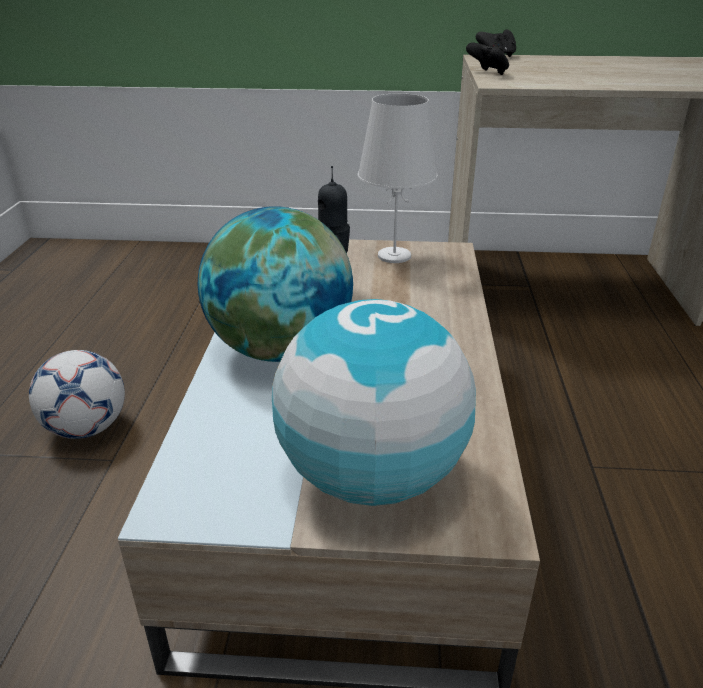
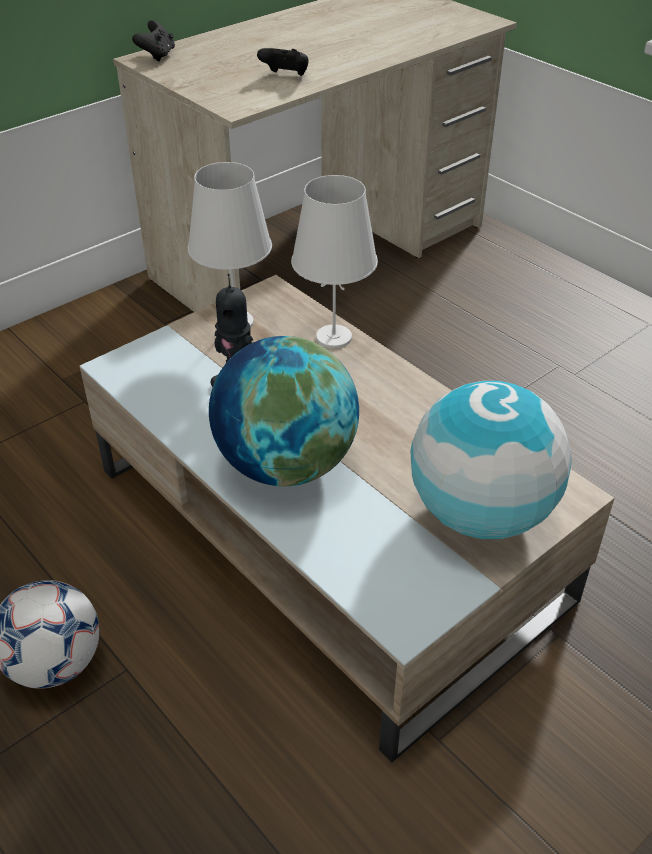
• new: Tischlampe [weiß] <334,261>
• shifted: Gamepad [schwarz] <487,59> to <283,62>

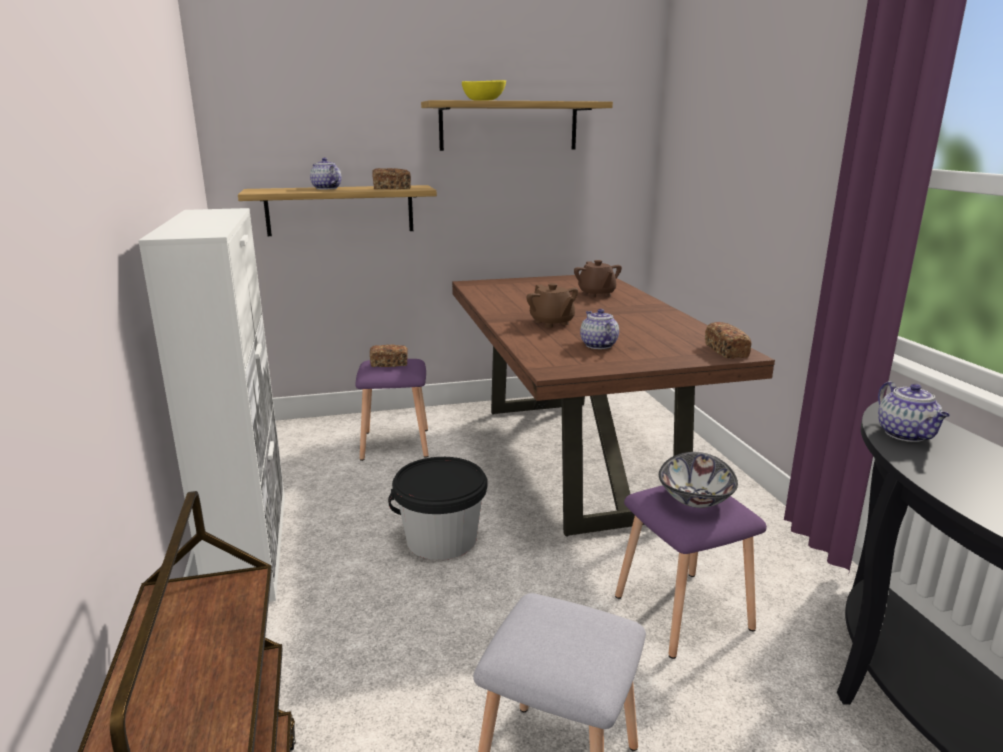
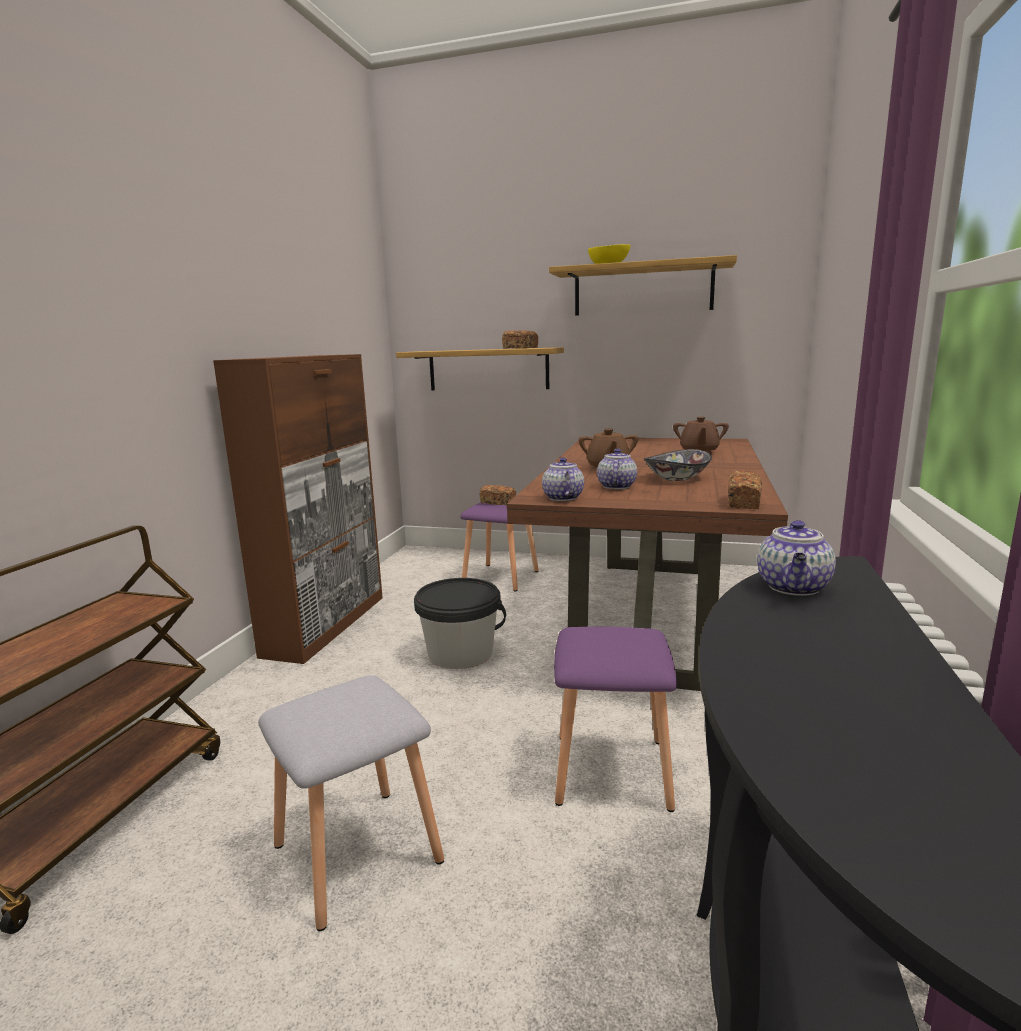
• shifted: Teekanne <326,174> to <563,479>
• shifted: Schüssel <698,480> to <678,465>
• repainted: Schrank [weiß] <211,405> to Schrank [braun] <298,509>

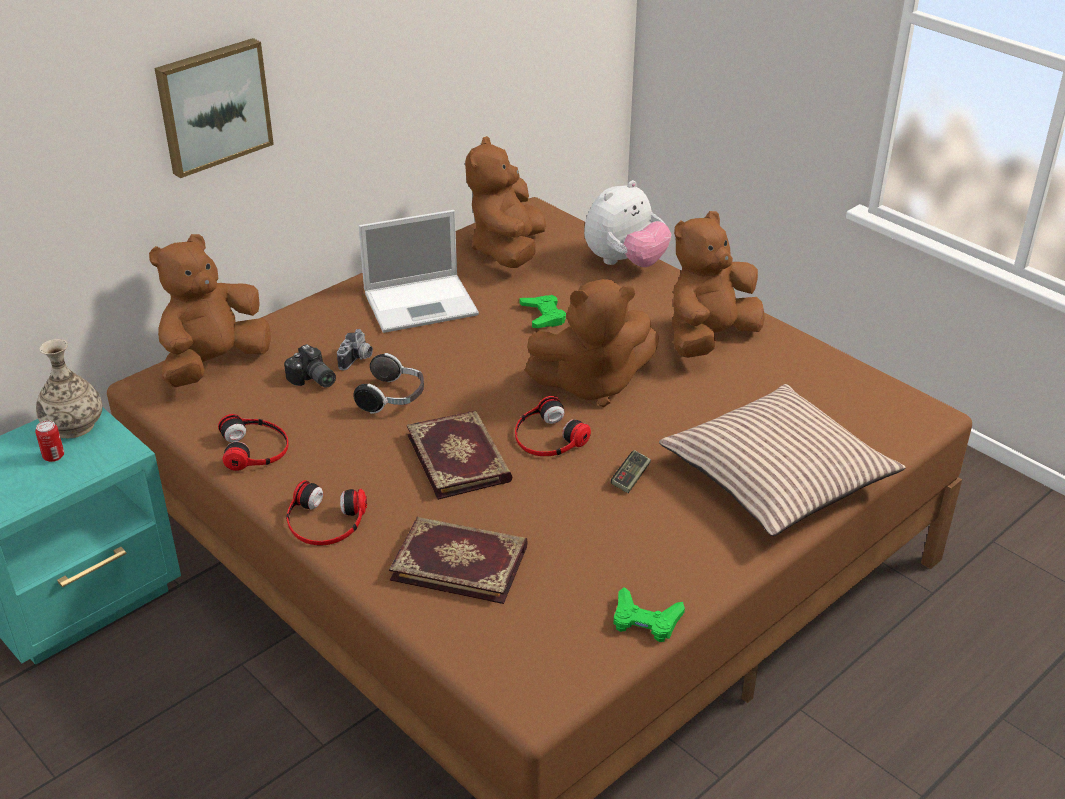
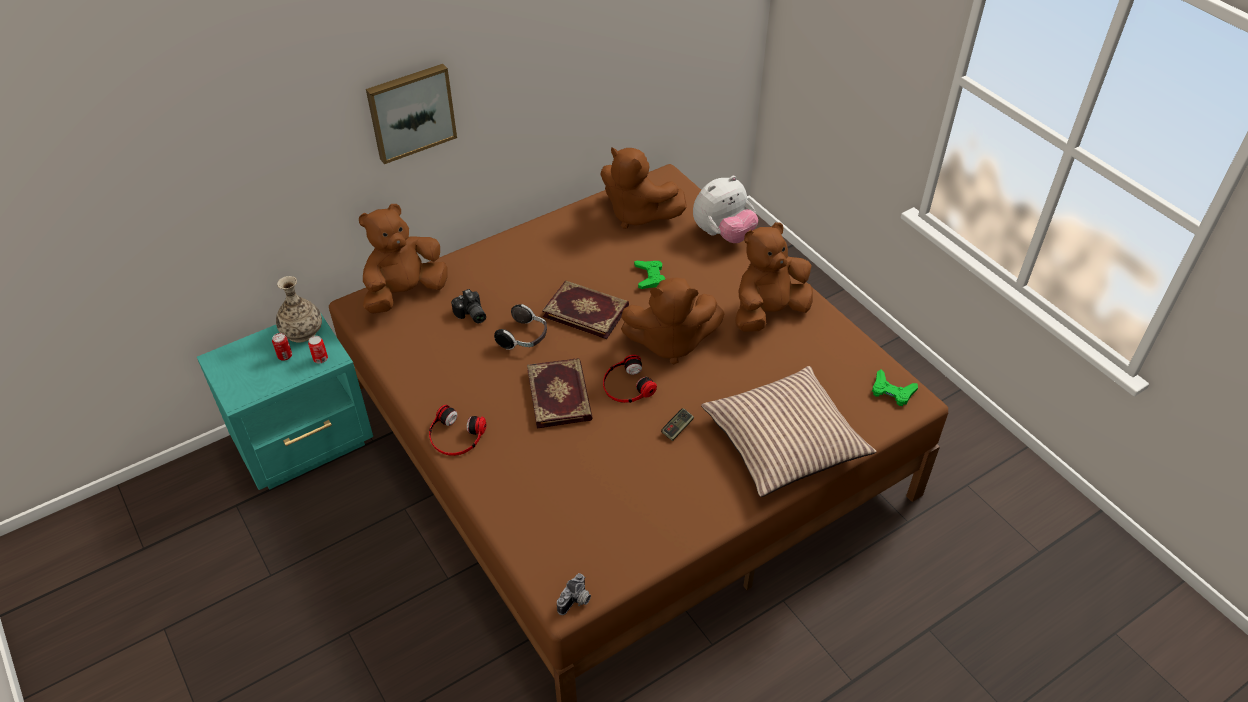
• gone: Kopfhörer <253,442>
• gone: Laptop <419,271>
• new: Dose <318,349>
• shifted: Kamera <355,349> to <574,594>
• shifted: Buch <458,560> to <585,309>
• shifted: Gamepad [grün] <649,614> to <895,388>
• rotated: Plüschtier [braun] <505,202> = <643,188> 75 degrees counterclockwise

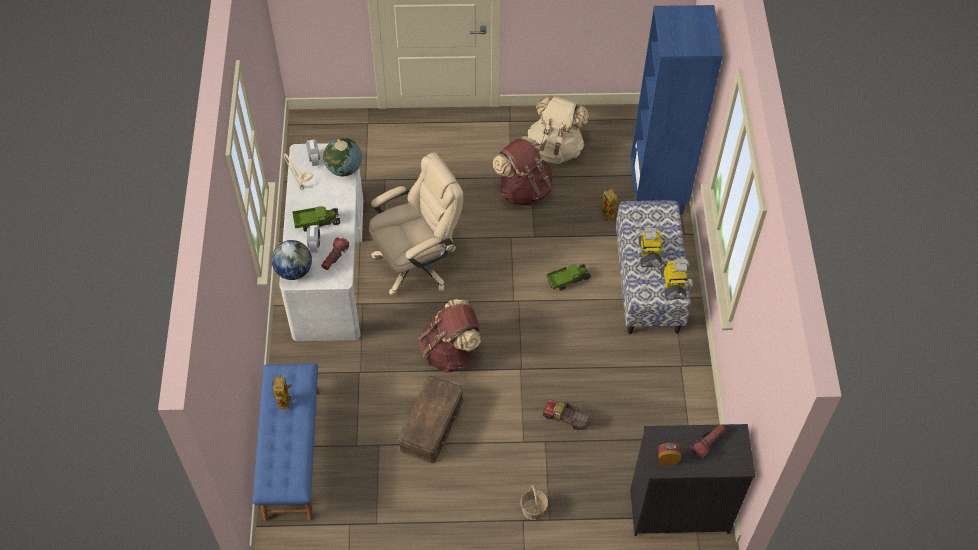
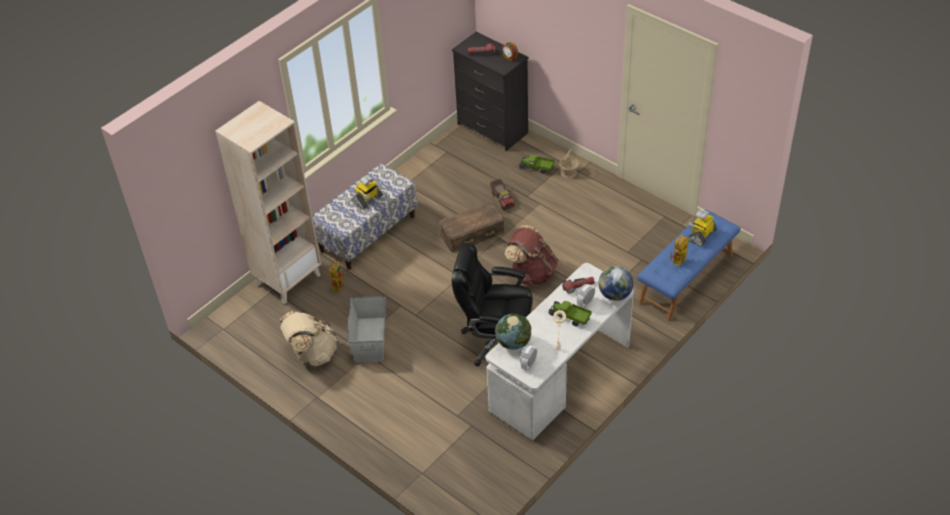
• shifted: Aufbewahrungsbox [braun] <430,419> to <472,227>
• shifted: Spielzeuglaster <568,277> to <536,164>
• shifted: Spielzeugroboter <676,279> to <702,227>
• swapped: Rucksack [braun] <522,171> to Aufbewahrungsbox [grau] <367,329>
• repainted: Bürostuhl [beige] <416,224> to Bürostuhl [schwarz] <492,304>
• repainted: Bücherregal [blau] <676,110> to Bücherregal [beige] <268,202>

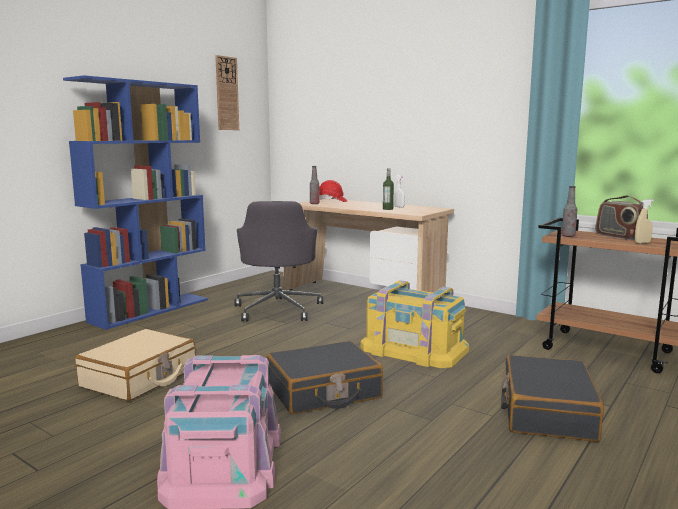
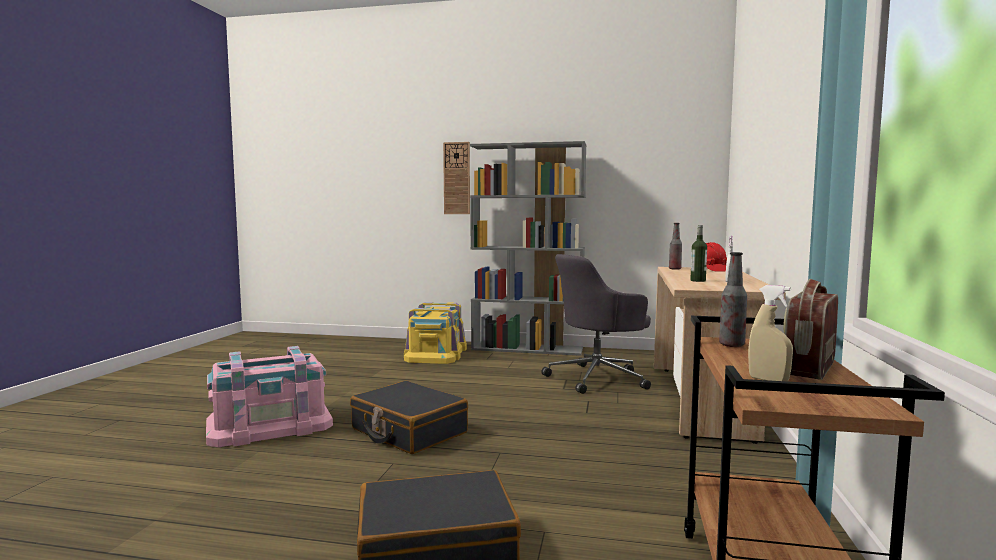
• gone: Koffer [beige] <135,365>
• shifted: Wanduhr <227,92> to <456,178>
• shifted: Aufbewahrungsbox [gelb] <414,324> to <435,333>
• repainted: Bücherregal [blau] <135,202> to Bücherregal [grau] <528,248>

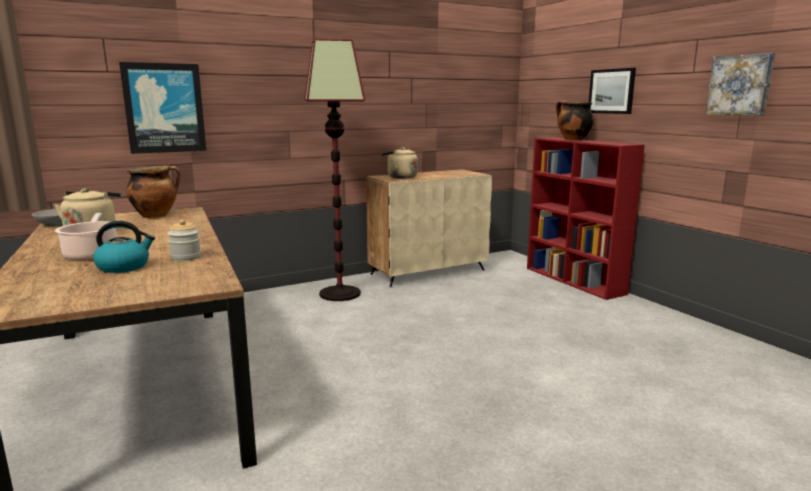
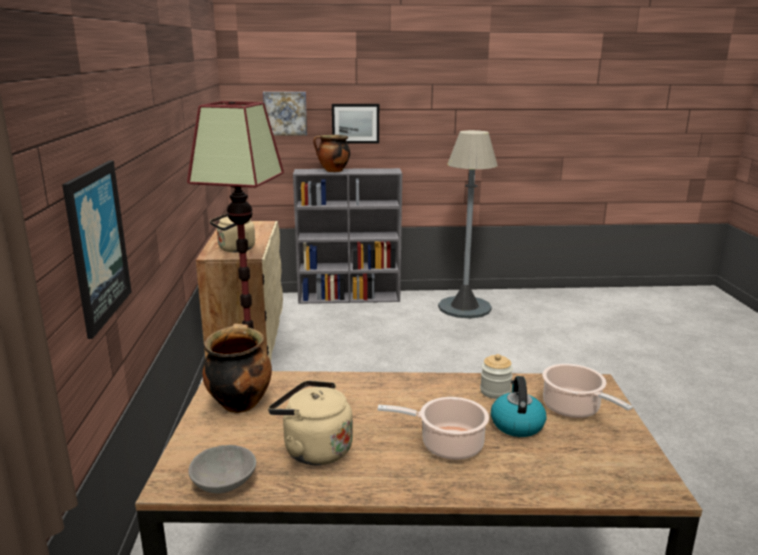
• new: Stehlampe [grau] <468,224>
• new: Kochtopf <587,391>
• shifted: Bild <740,84> to <285,114>
• repainted: Bücherregal [rot] <586,218> to Bücherregal [grau] <347,236>

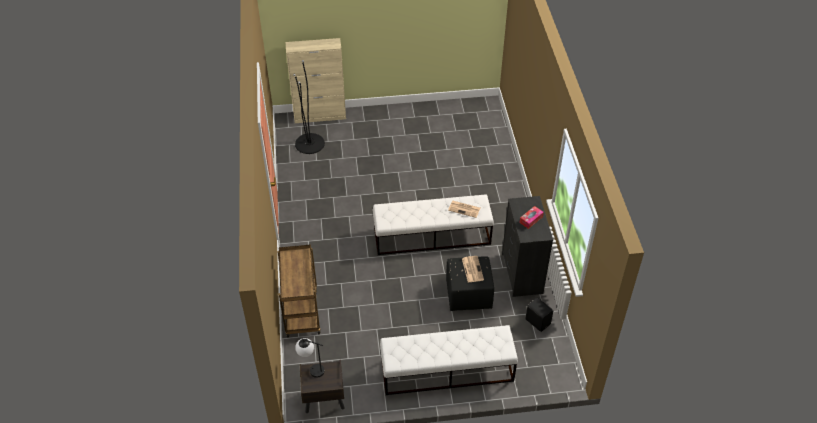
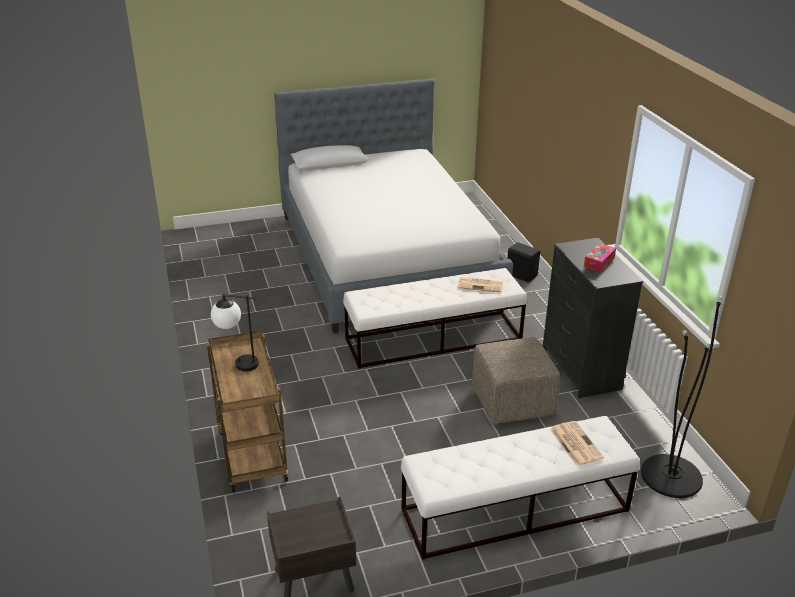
• gone: Schrank [beige] <316,80>
• new: Bett <393,205>
• shifted: Stehlampe [schwarz] <309,107> to <681,397>
• shifted: Tischlampe <309,358> to <235,333>
• shifted: Zeitung <473,269> to <577,443>
• shifted: Lautsprecher [schwarz] <539,315> to <523,262>
• repainted: Polsterhocker [schwarz] <470,283> to Polsterhocker [beige] <516,381>

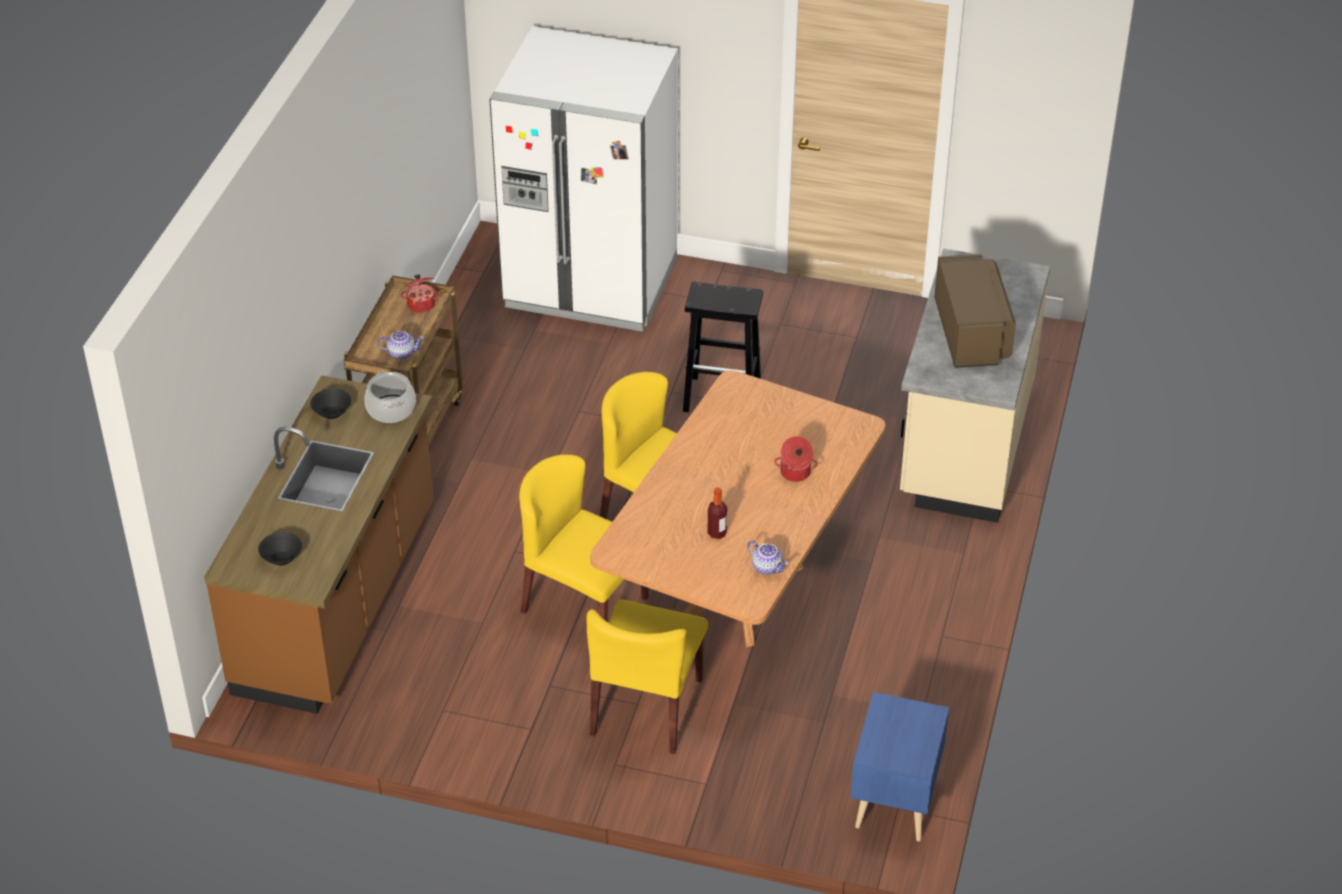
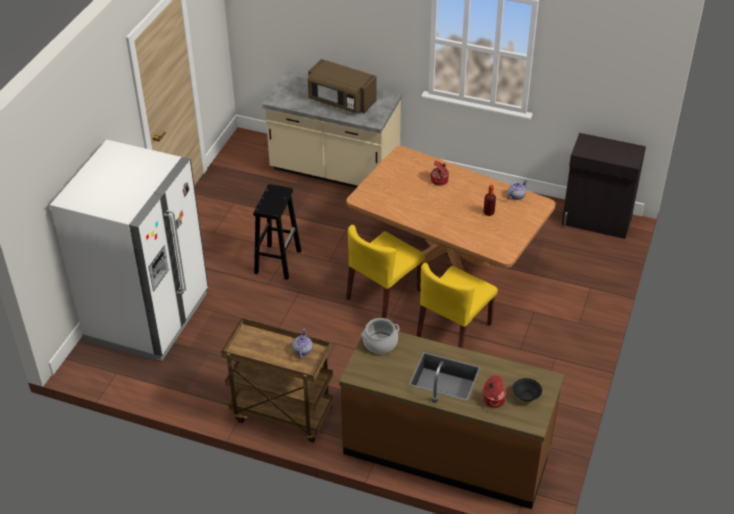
• gone: Schüssel [schwarz] <331,403>
• gone: Stuhl [gelb] <647,677>
• shifted: Kochtopf <420,293> to <495,391>
• swapped: Nachttisch [blau] <899,767> to Schrank [schwarz] <604,186>
• rotated: Mikrowelle [braun] <975,311> = <342,86> 150 degrees counterclockwise

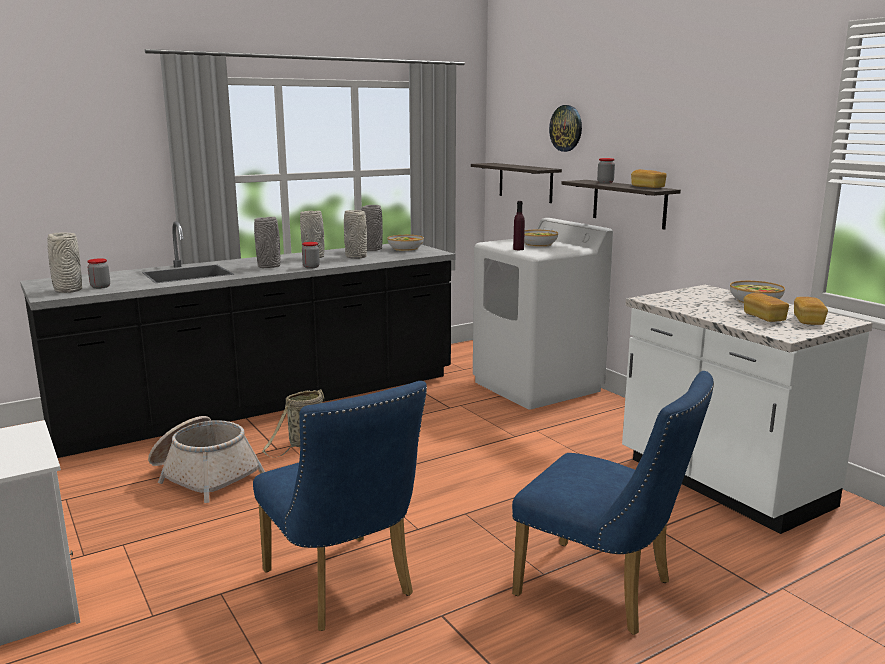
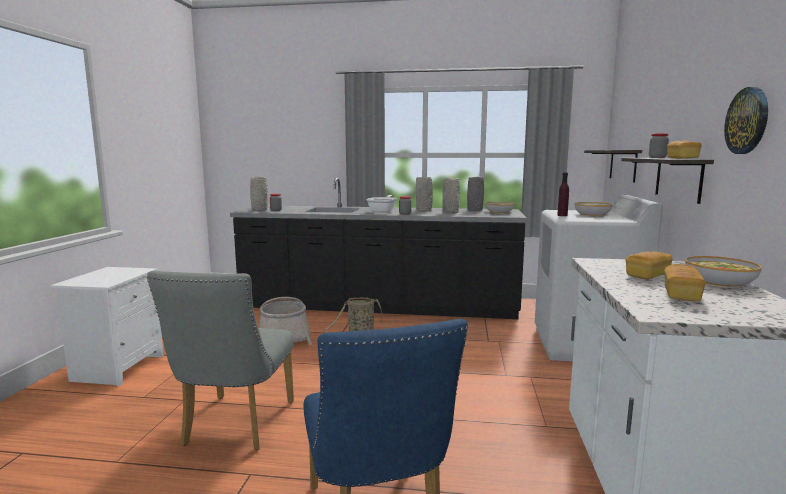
• shifted: Wanduhr <565,128> to <746,120>
• shifted: Brot <811,311> to <649,265>
• swapped: Vase [grau] <267,242> to Pfanne <381,204>
• repainted: Stuhl [blau] <340,506> to Stuhl [grau] <220,360>

